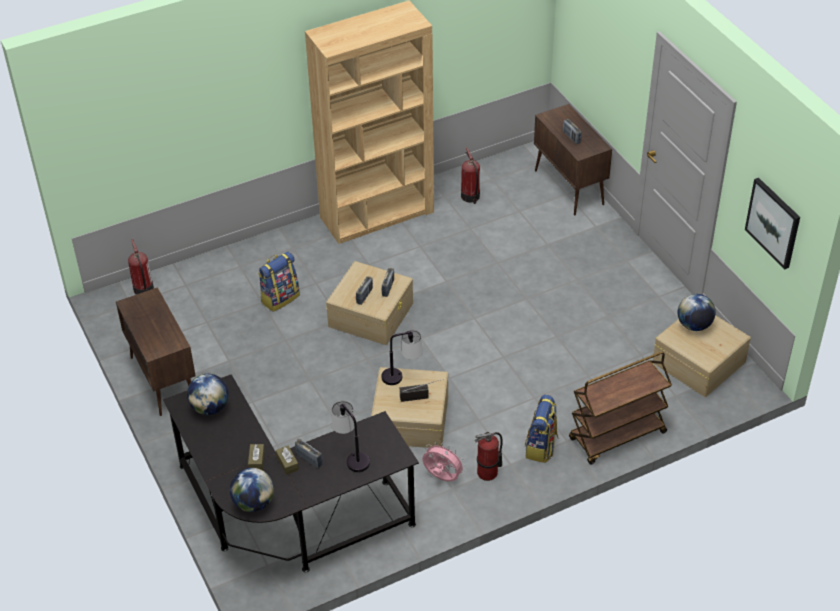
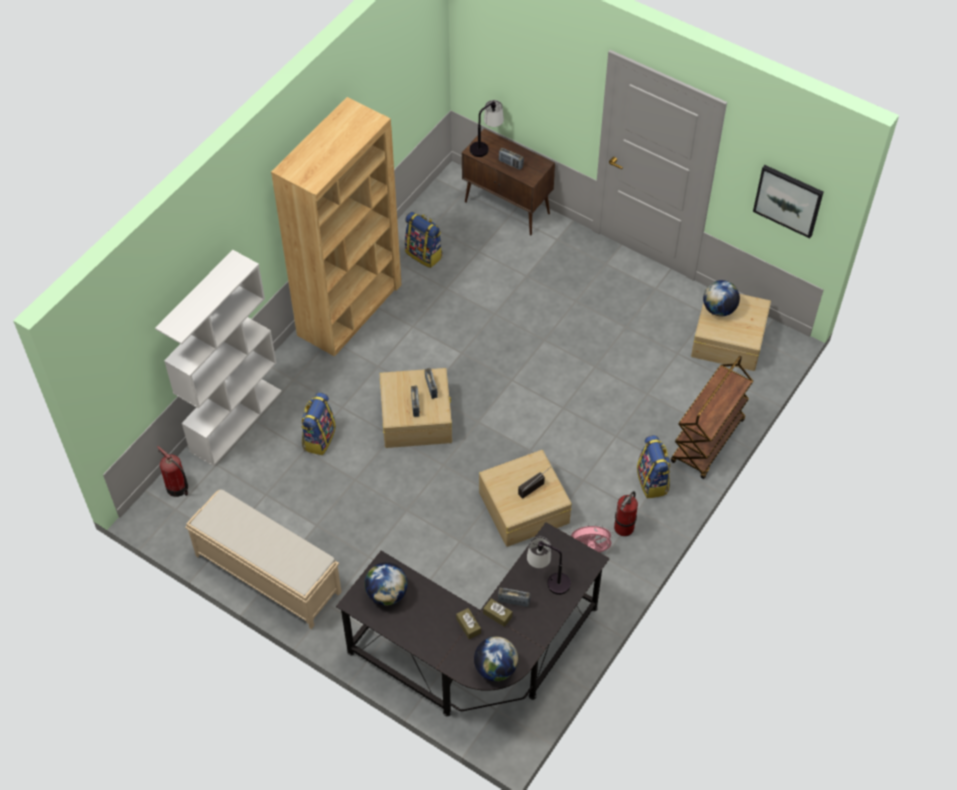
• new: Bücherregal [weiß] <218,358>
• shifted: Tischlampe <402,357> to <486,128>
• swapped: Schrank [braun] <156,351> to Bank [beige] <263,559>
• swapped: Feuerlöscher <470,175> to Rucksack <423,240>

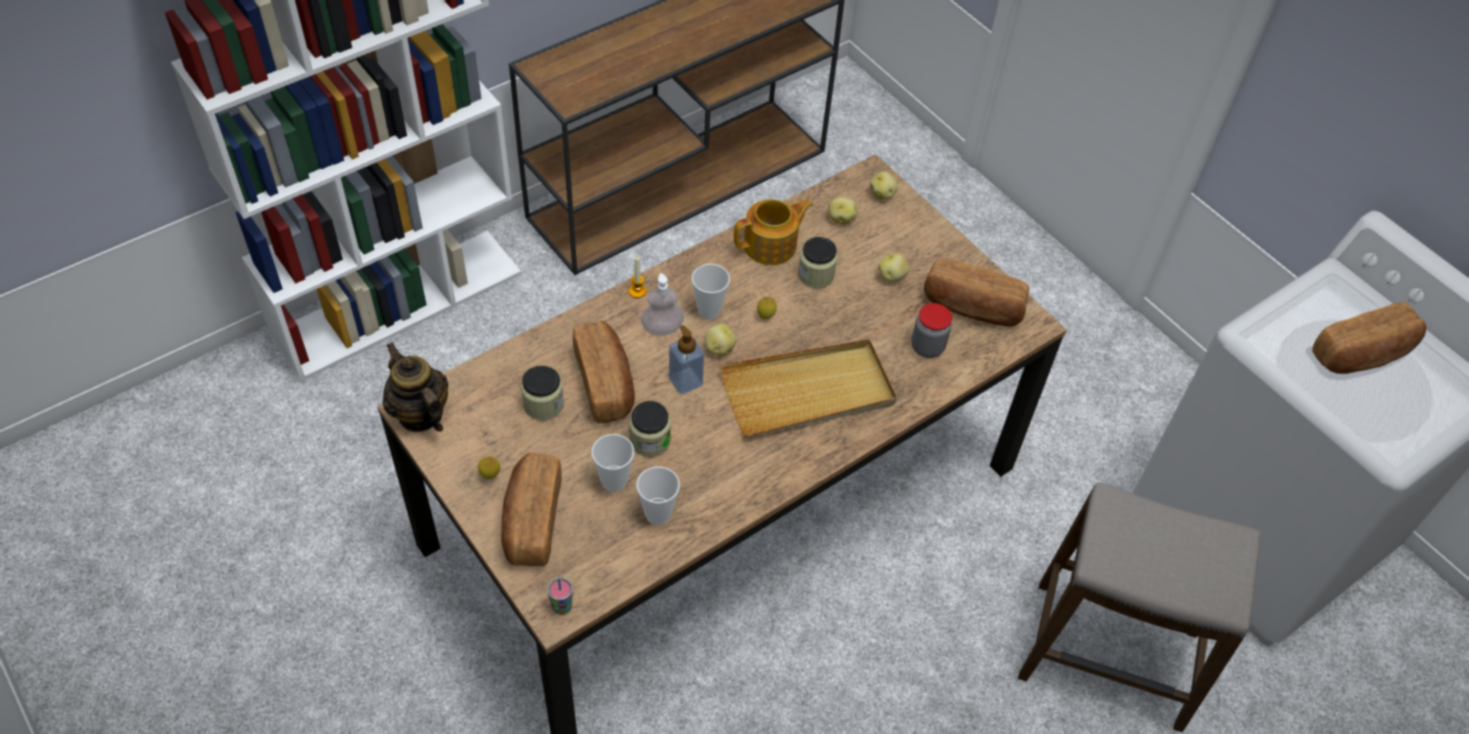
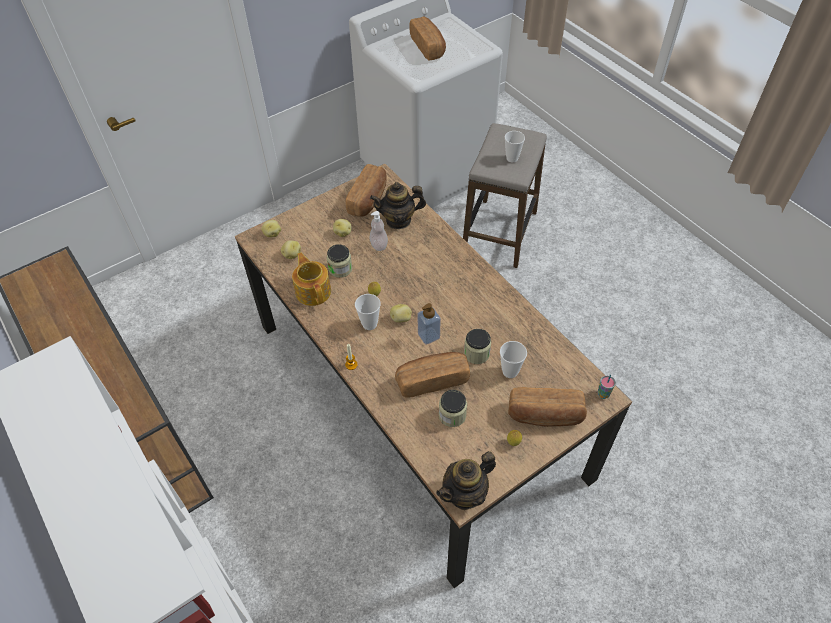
• gone: Tablett [beige] <808,388>
• shifted: Tasse <658,496> to <515,146>
• shifted: Seifenspender <662,304> to <378,231>
• swapped: Vorratsglas <931,330> to Teekanne <398,205>

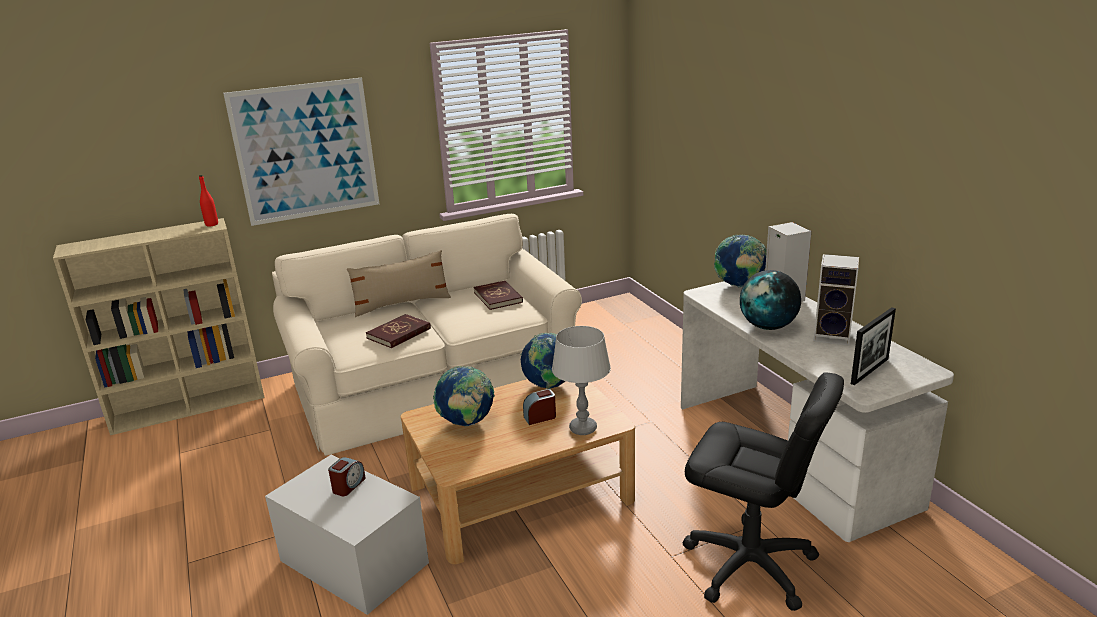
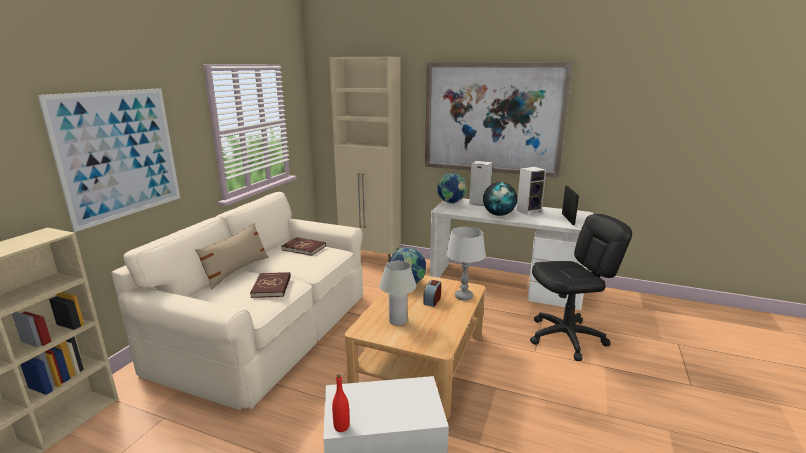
• gone: Wecker <347,476>
• new: Schrank [beige] <365,159>
• new: Bild <499,120>
• shifted: Flasche [rot] <208,200> to <341,403>
• swapped: Globus <464,396> to Tischlampe [weiß] <397,293>

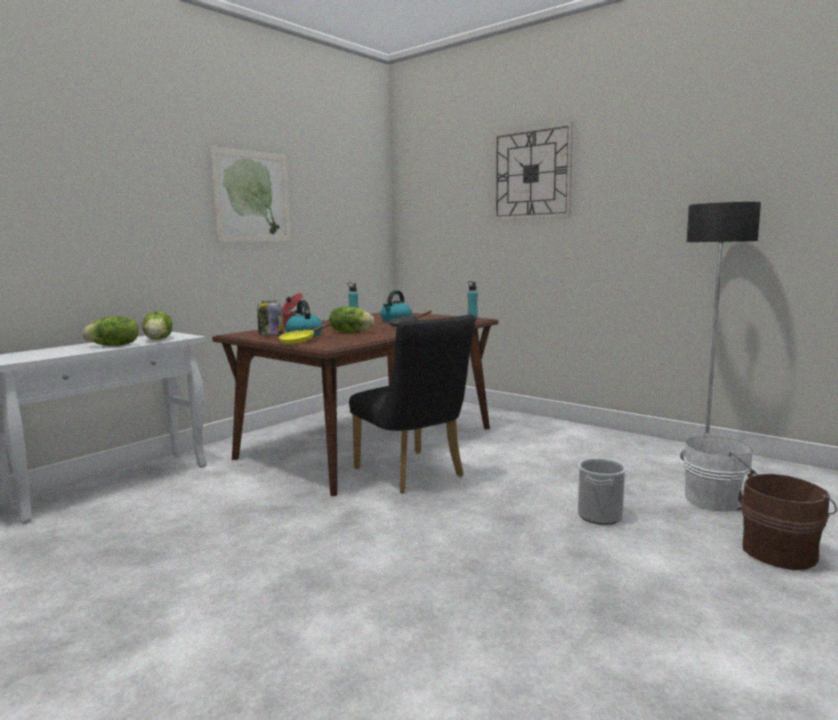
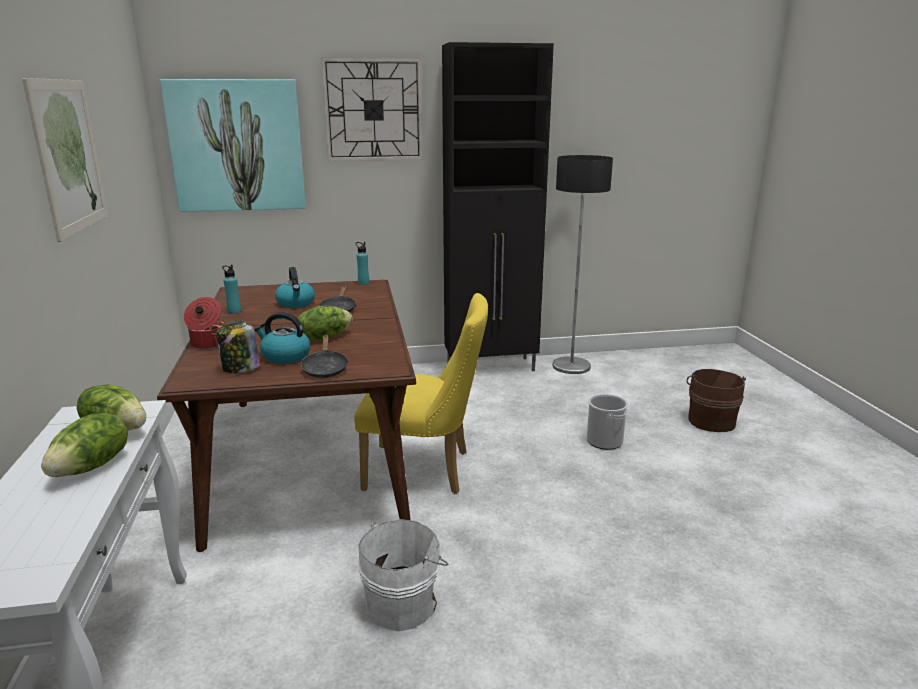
• new: Bild <233,145>
• new: Schrank [schwarz] <498,206>
• shifted: Eimer [weiß] <720,472> to <403,575>
• repainted: Pfanne [gelb] <304,333> to Pfanne [schwarz] <324,356>
• repainted: Stuhl [schwarz] <412,403> to Stuhl [gelb] <421,393>

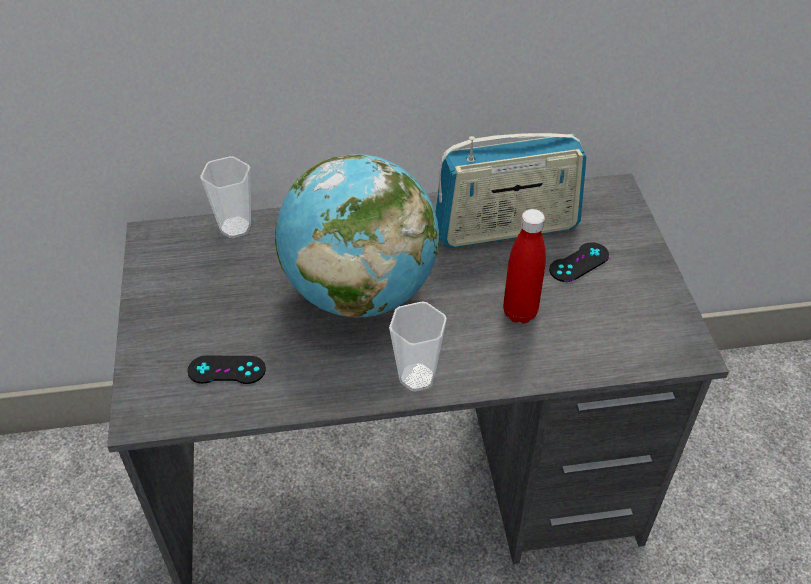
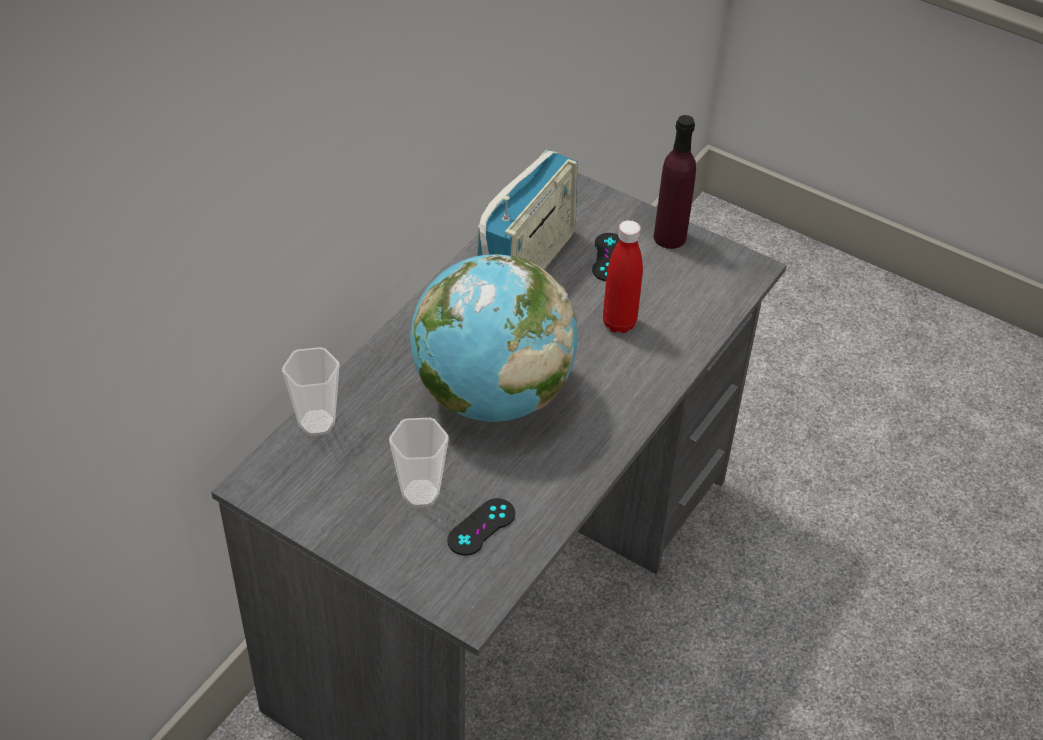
• new: Flasche [lila] <675,182>
• shifted: Tasse <418,346> to <419,463>

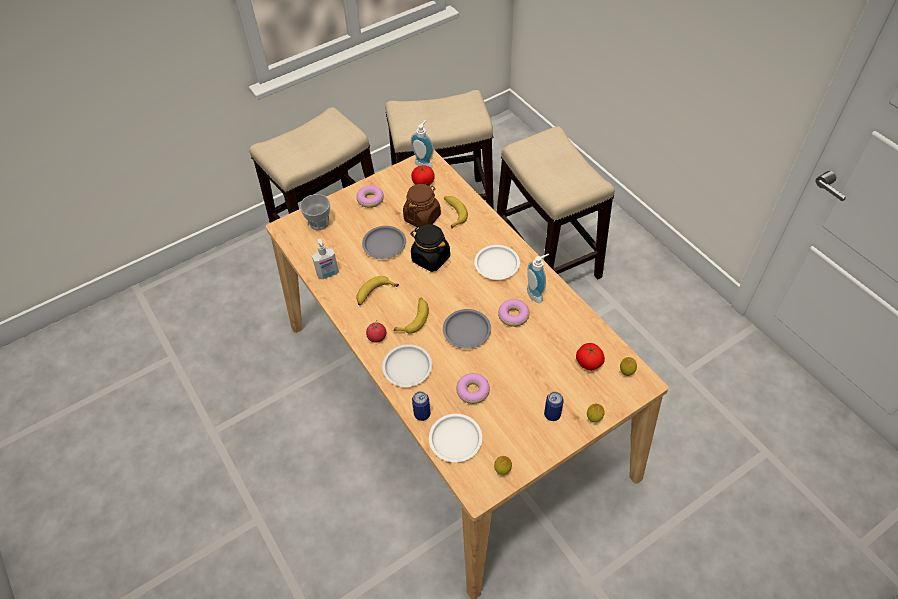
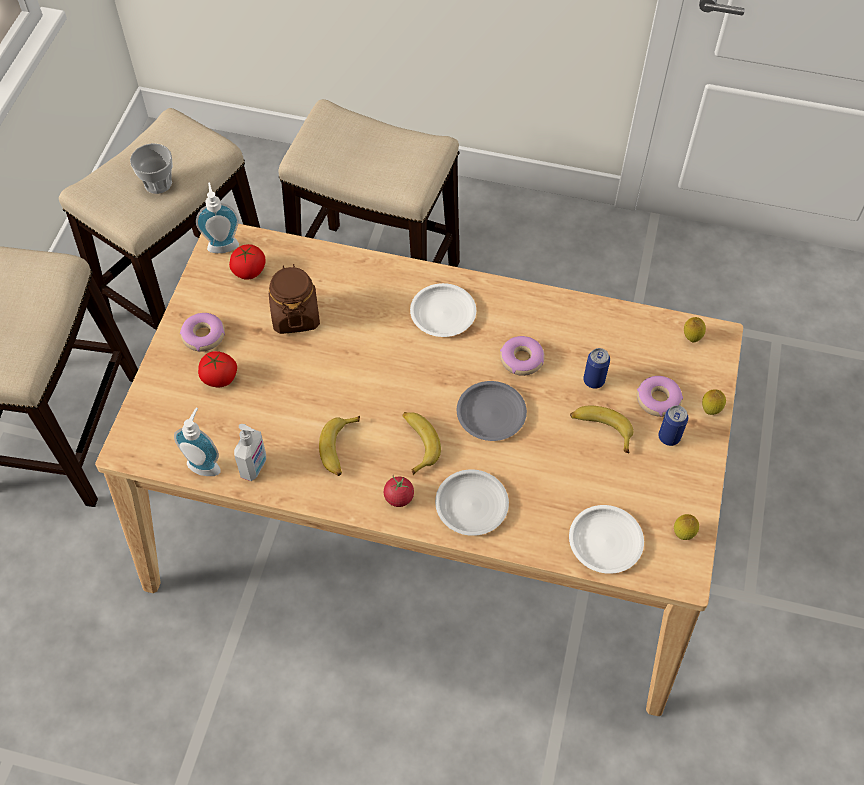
• gone: Teller [grau] <384,242>
• gone: Vorratsglas [schwarz] <430,248>
• shifted: Tasse <315,212> to <151,168>
• shifted: Dose <421,406> to <596,368>
• shifted: Banane <456,212> to <601,429>
• shifted: Donut <473,388> to <660,396>
• shifted: Seifenspender <538,278> to <197,442>
• shifted: Tomate <590,356> to <217,369>

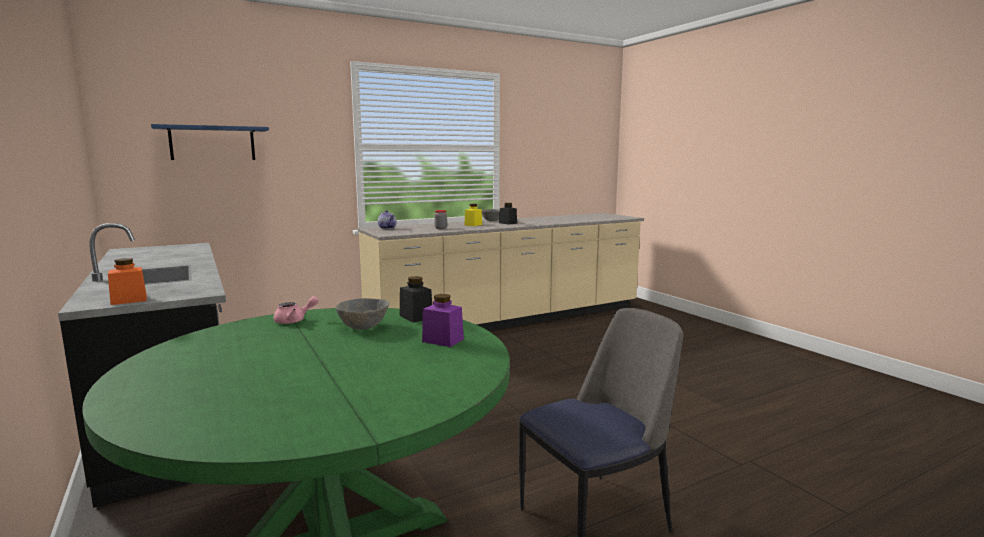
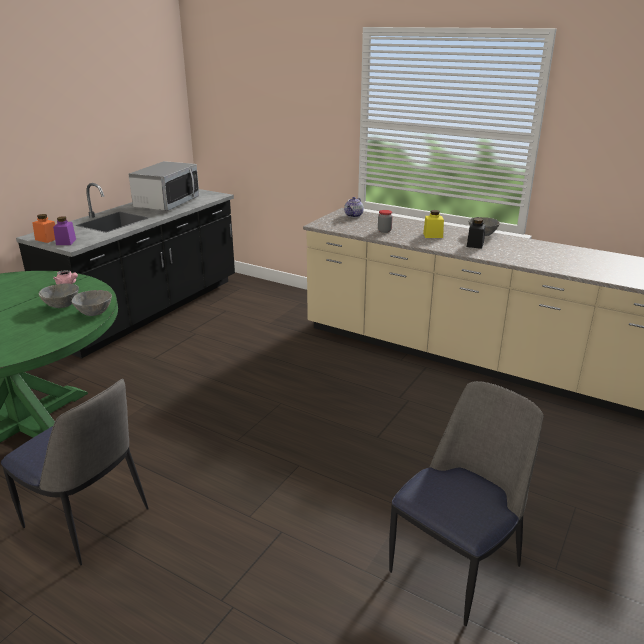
• gone: Wandregal [blau] <210,142>
• new: Mikrowelle <163,186>
• new: Stuhl <466,503>
• shifted: Vorratsglas [lila] <443,320> to <64,230>
• swapped: Vorratsglas [schwarz] <416,299> to Schüssel [grau] <91,303>

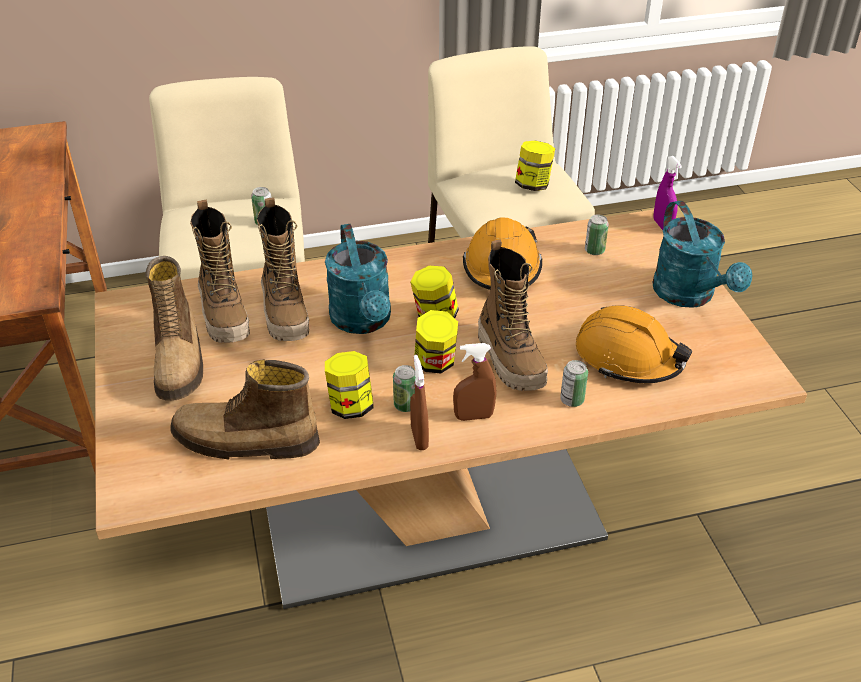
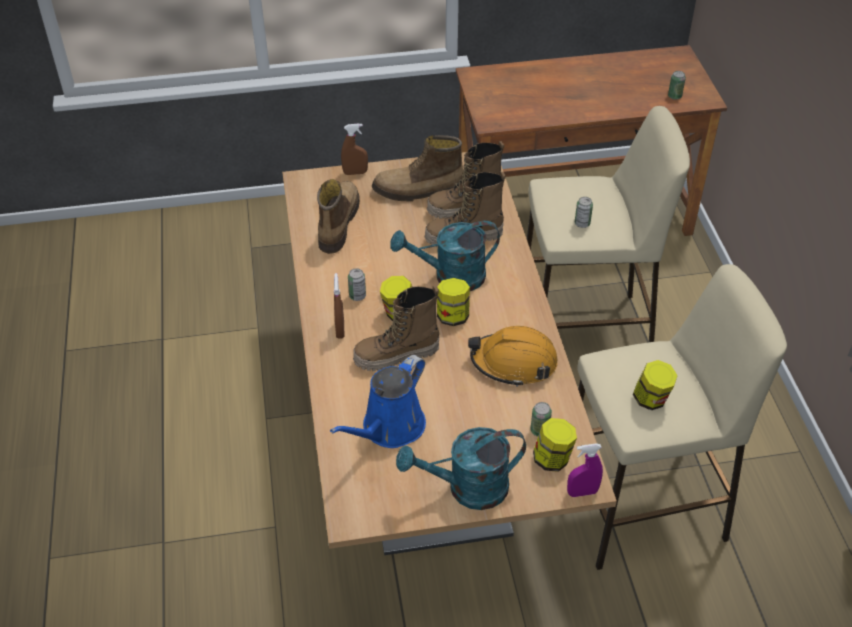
• shifted: Vorratsglas <349,385> to <555,445>
• shifted: Sprühflasche [braun] <419,402> to <354,149>
• shifted: Dose <574,383> to <677,85>
• swapped: Schutzhelm [orange] <634,344> to Gießkanne [blau] <378,401>

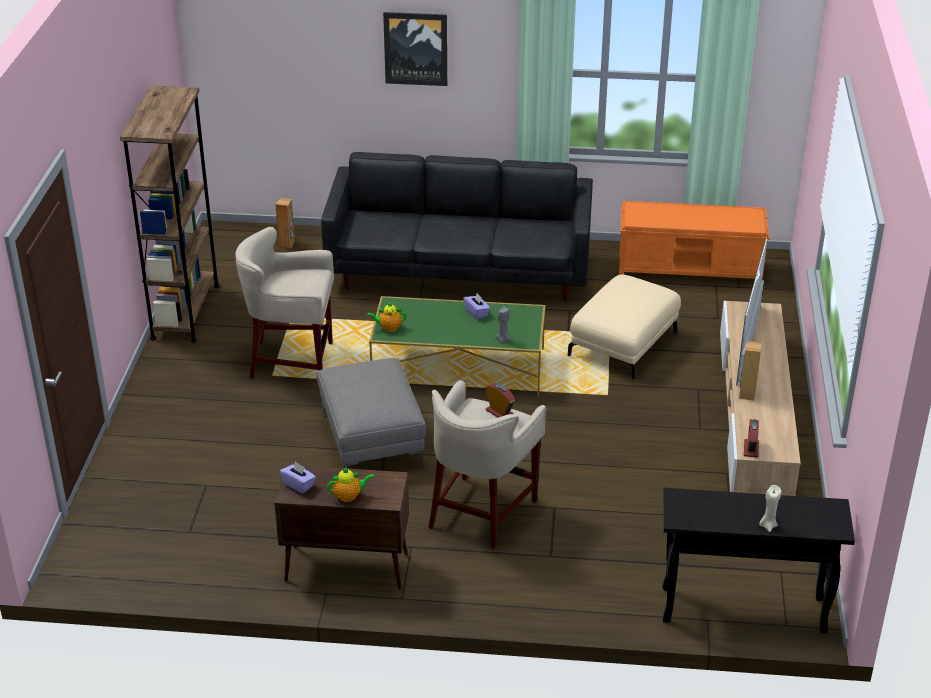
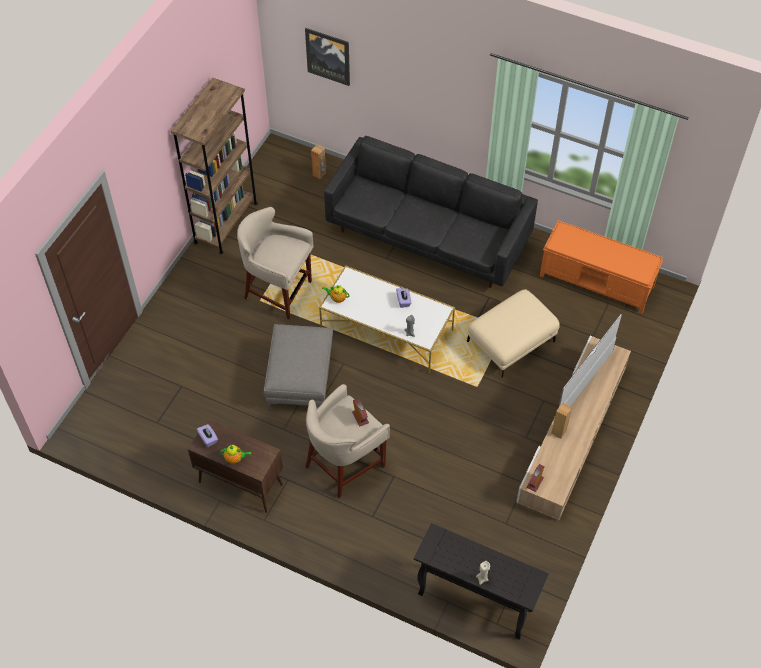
• shifted: Bild <415,49> to <327,57>
• repainted: Couchtisch [grün] <457,346> to Couchtisch [weiß] <387,319>

